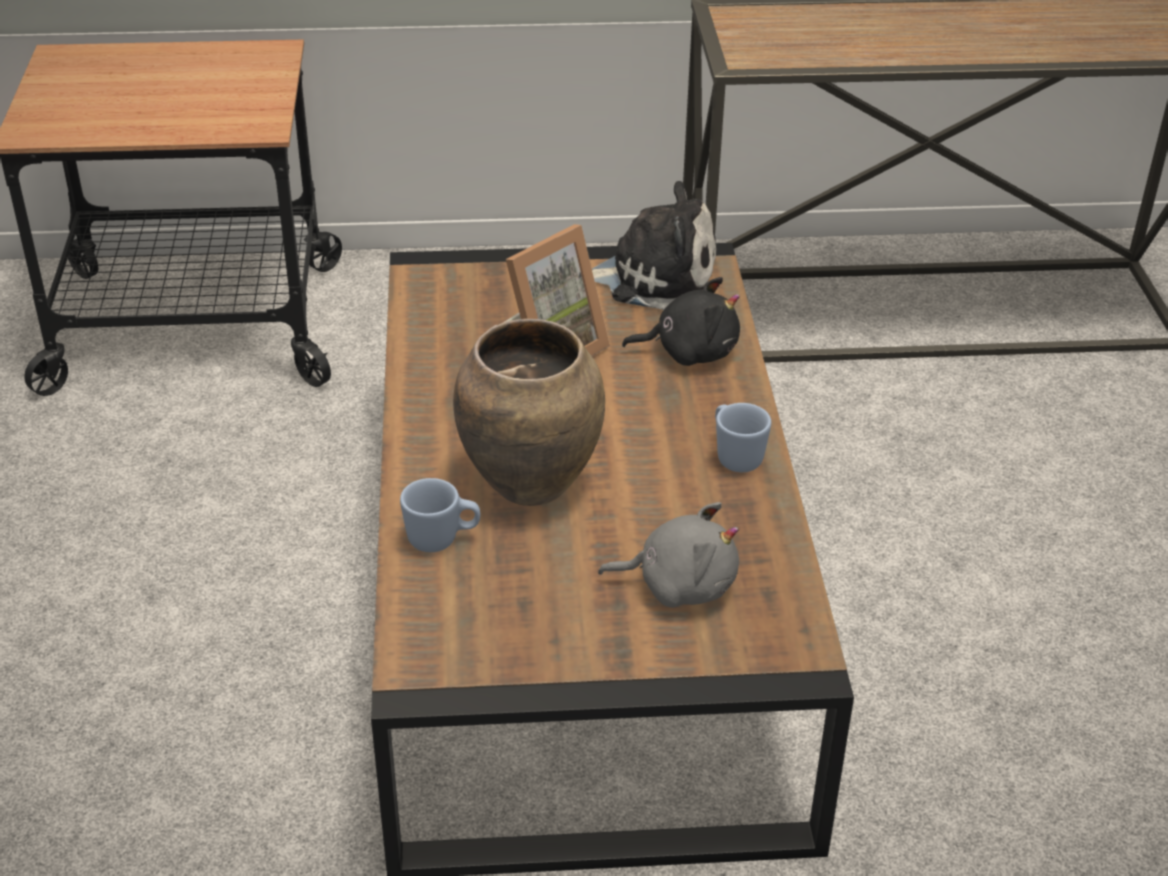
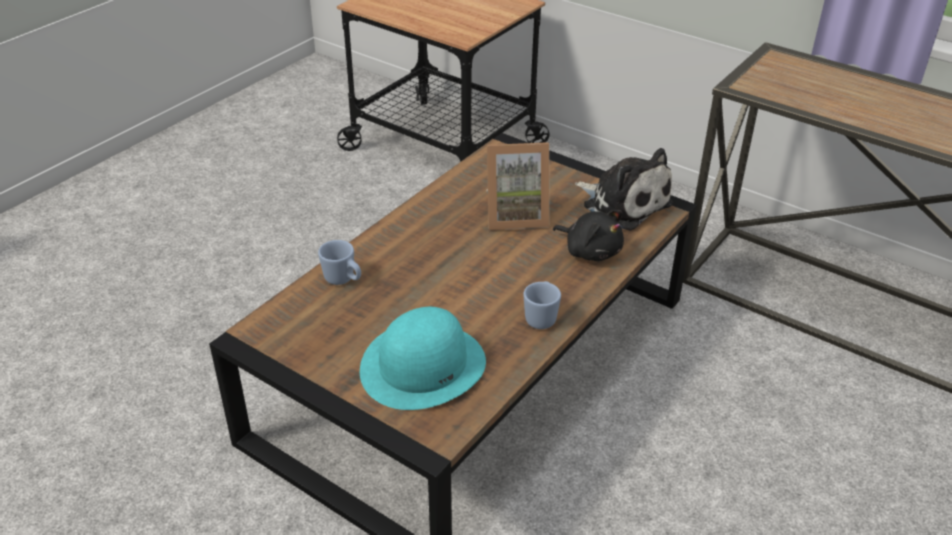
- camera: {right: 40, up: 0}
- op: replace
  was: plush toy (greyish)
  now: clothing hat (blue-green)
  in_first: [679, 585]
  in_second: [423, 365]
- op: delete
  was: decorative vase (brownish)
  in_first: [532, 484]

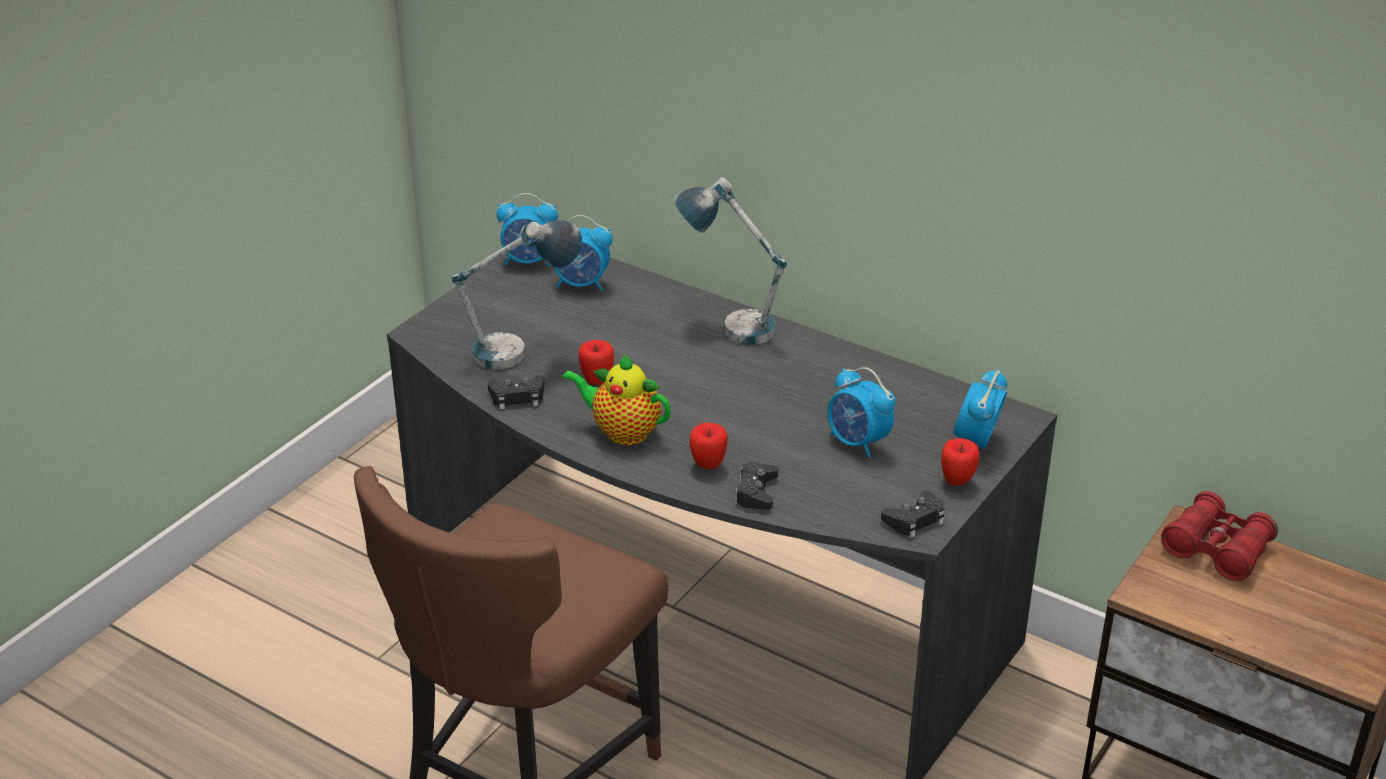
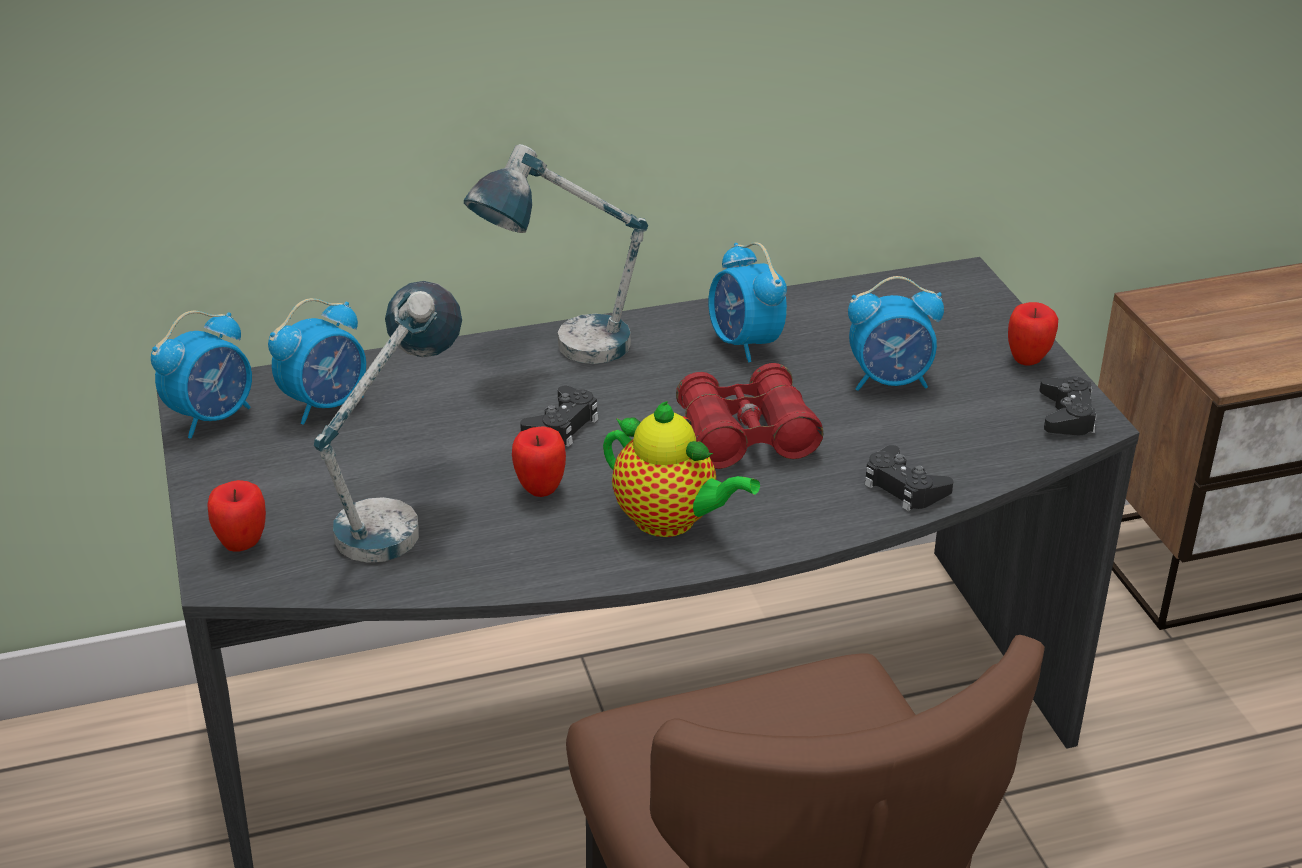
- camera: {right: -50, up: 0}
- op: move
  was: apple fruit
  in_first: [708, 465]
  in_second: [242, 545]
- op: move
  was: game controller (blackish)
  in_first: [517, 397]
  in_second: [562, 425]
- op: rotate
  was: tea pot
  in_first: [622, 432]
  in_second: [671, 521]
  clockwise: -120
- op: move
  was: pair of binoculars (red-coloured)
  in_first: [1217, 549]
  in_second: [746, 436]
- op: move
  was: bedside clock
  in_first: [976, 442]
  in_second: [745, 344]

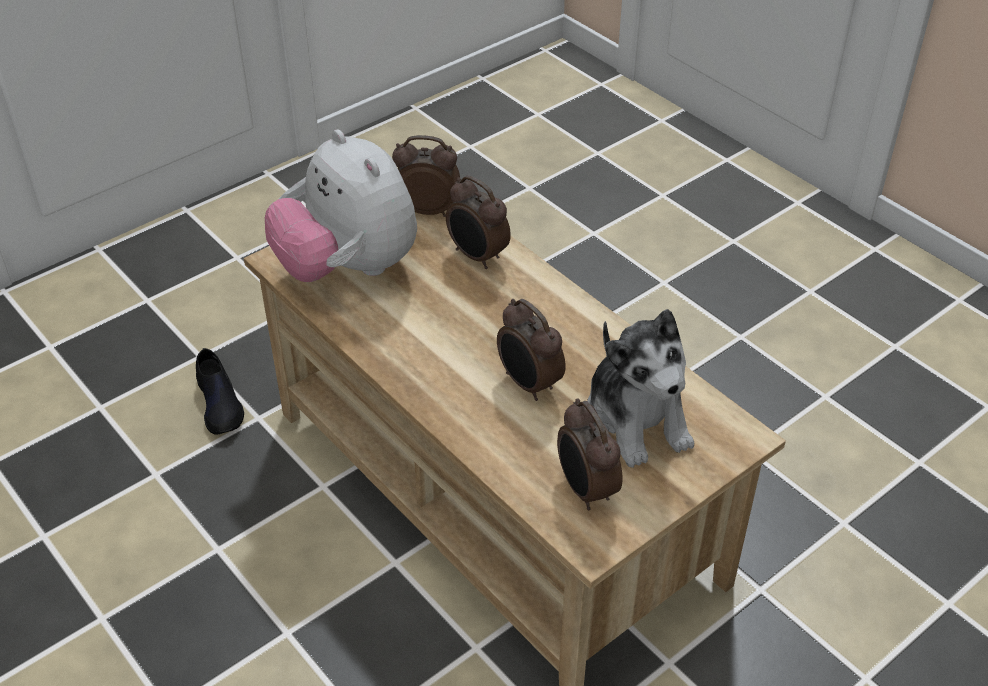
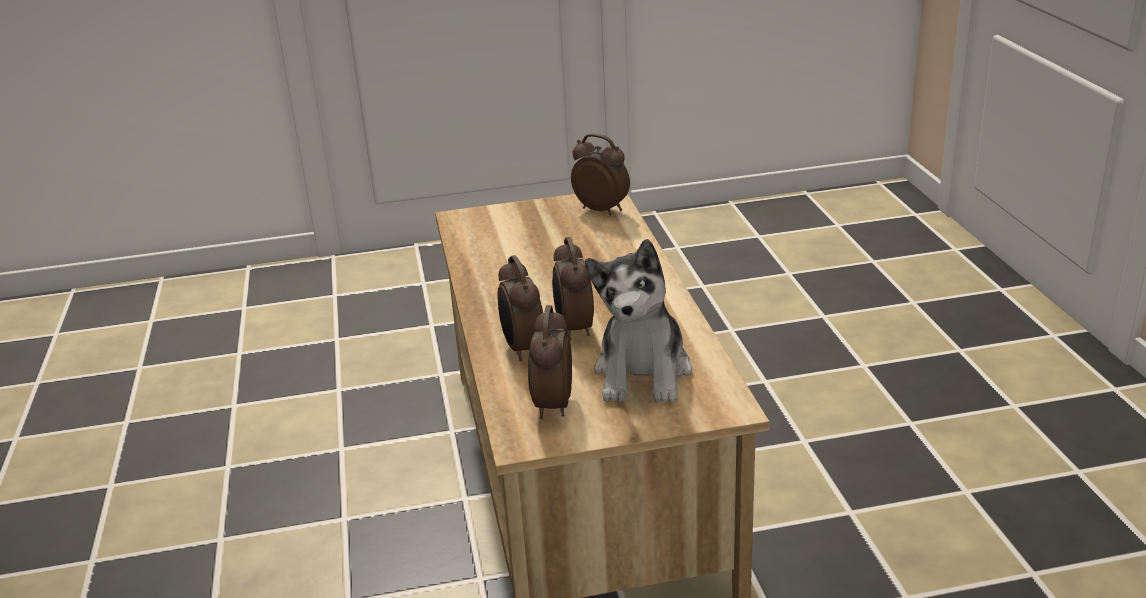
- camera: {right: 30, up: -15}
- op: move
  was: bedside clock
  in_first: [477, 256]
  in_second: [522, 349]
- op: delete
  was: item of footwear (blackish)
  in_first: [220, 404]
- op: delete
  was: plush toy
  in_first: [348, 268]

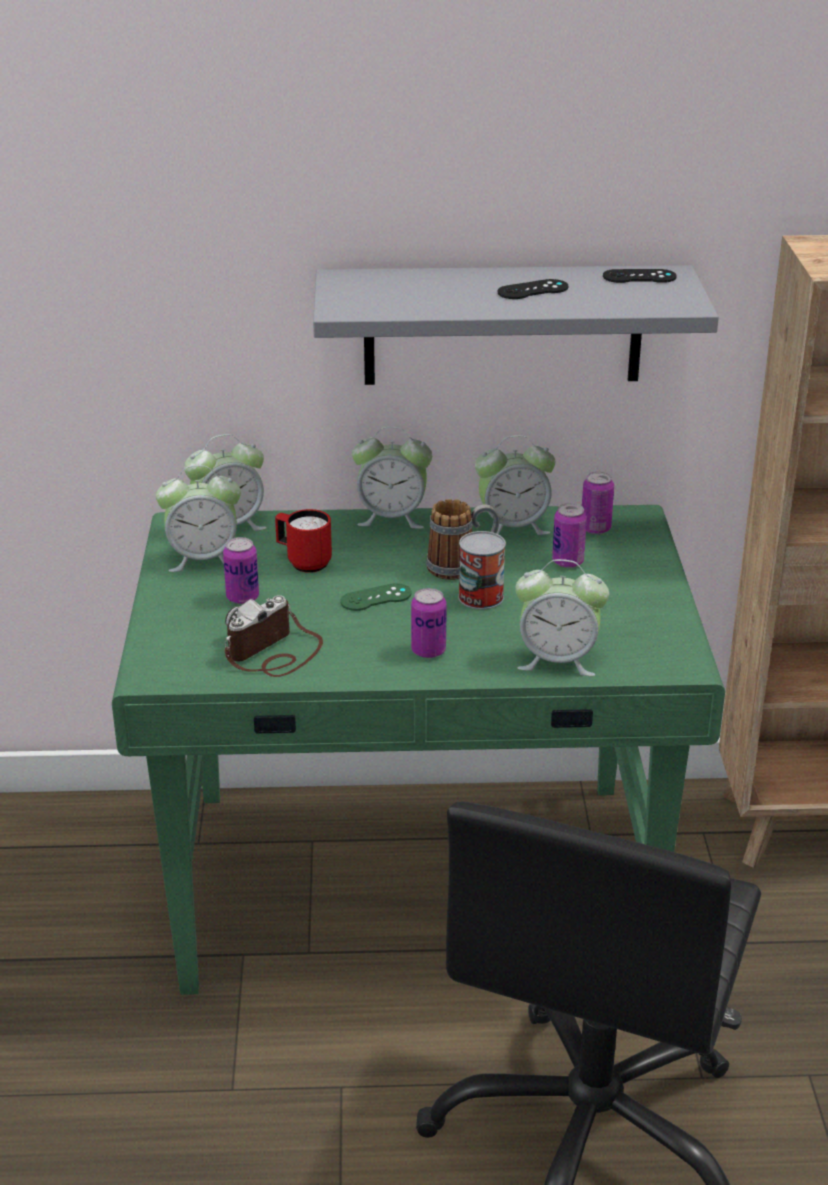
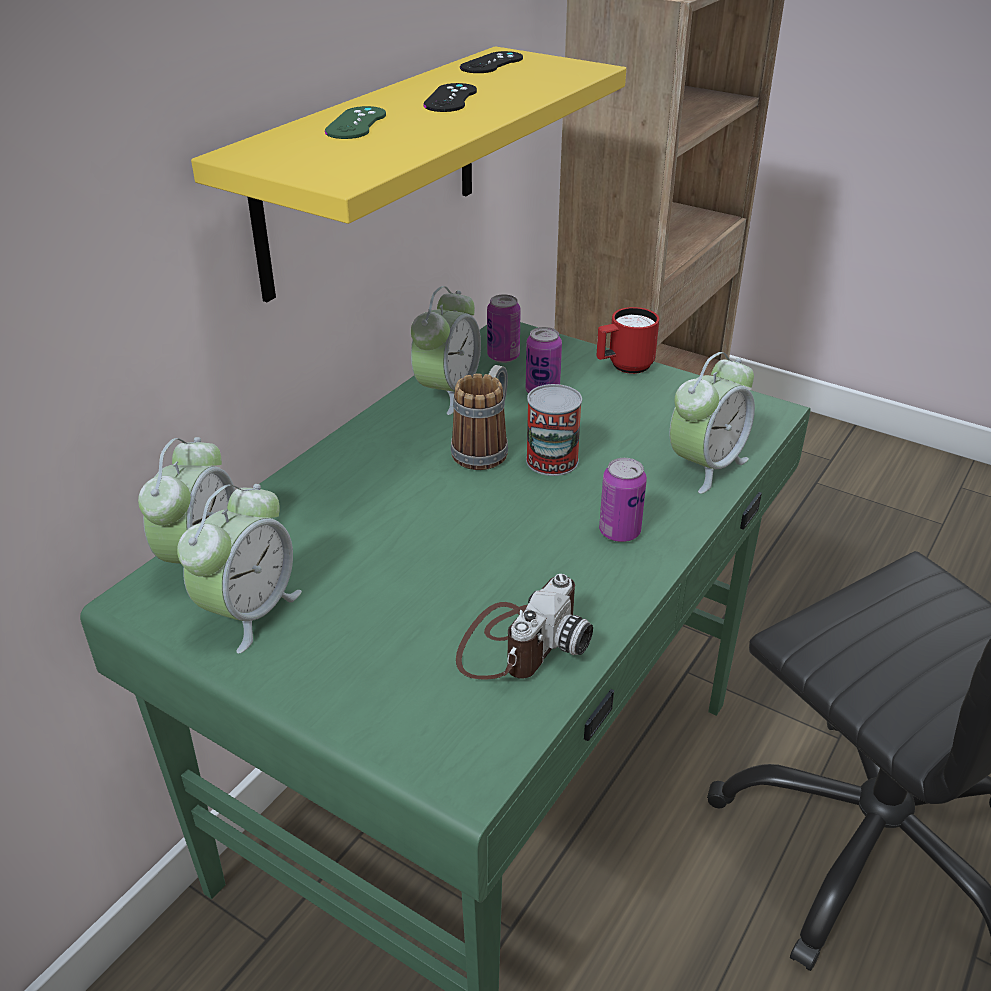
- camera: {right: -55, up: 5}
- op: recolor
  was: bracket shelf (greyish)
  now: bracket shelf (yellow-coloured)
  in_first: [503, 325]
  in_second: [371, 170]
- op: move
  was: game controller (greenish)
  in_first: [376, 598]
  in_second: [356, 123]
- op: rotate
  was: photo camera
  in_first: [273, 653]
  in_second: [519, 642]
  clockwise: -135
- op: move
  was: tea mug (red-coloured)
  in_first: [303, 562]
  in_second: [624, 367]
- op: delete
  was: metal can
  in_first: [242, 597]
- op: delete
  was: bedside clock
  in_first: [392, 518]

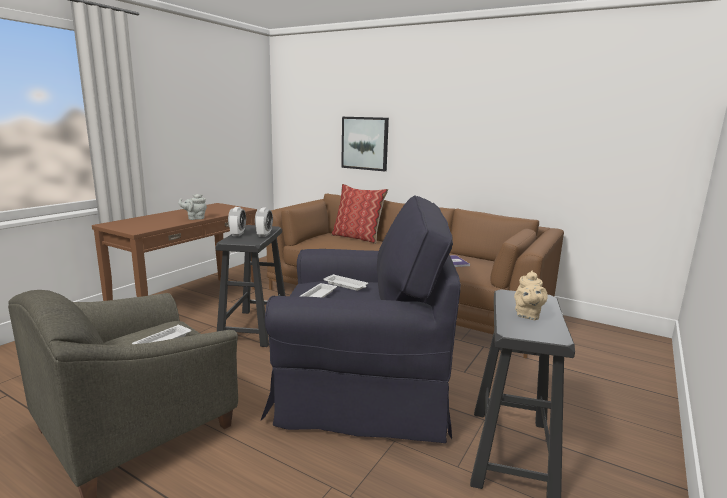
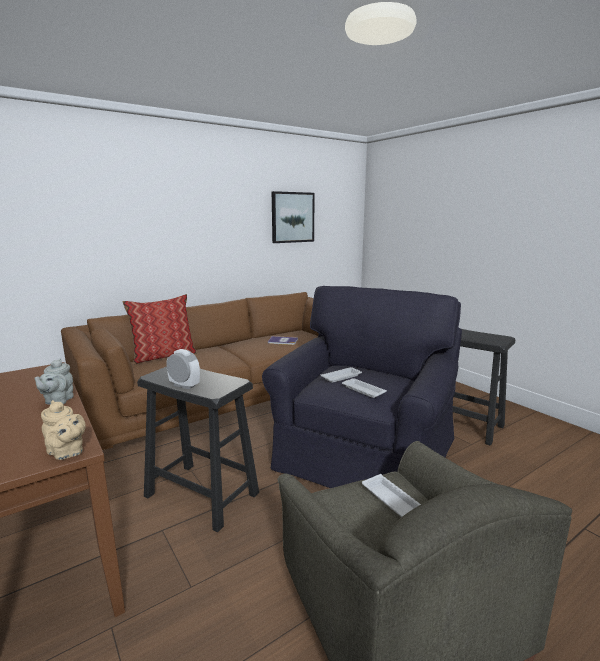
- camera: {right: -65, up: 0}
- op: move
  was: tea pot (sand-coloured)
  in_first: [527, 315]
  in_second: [67, 453]
- op: move
  was: picture
  in_first: [365, 143]
  in_second: [292, 217]
- op: delete
  was: bedside clock
  in_first: [264, 235]

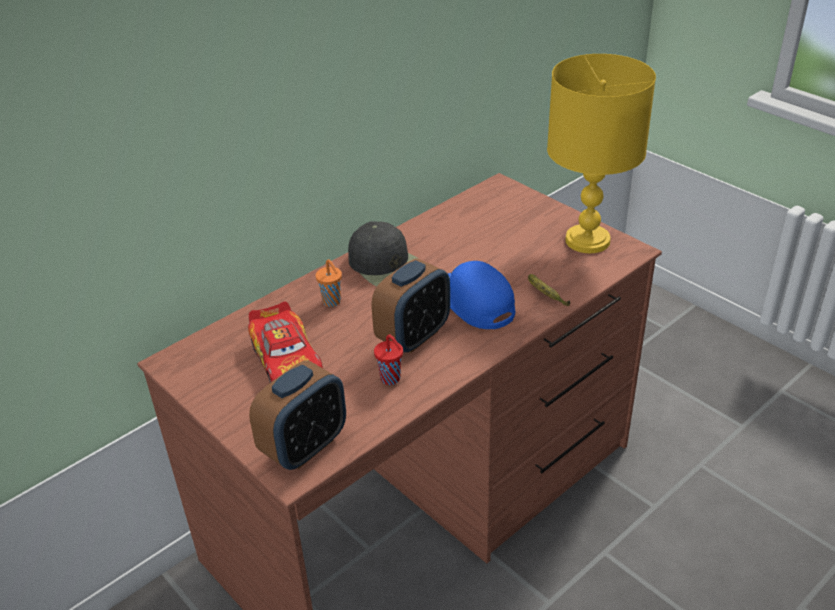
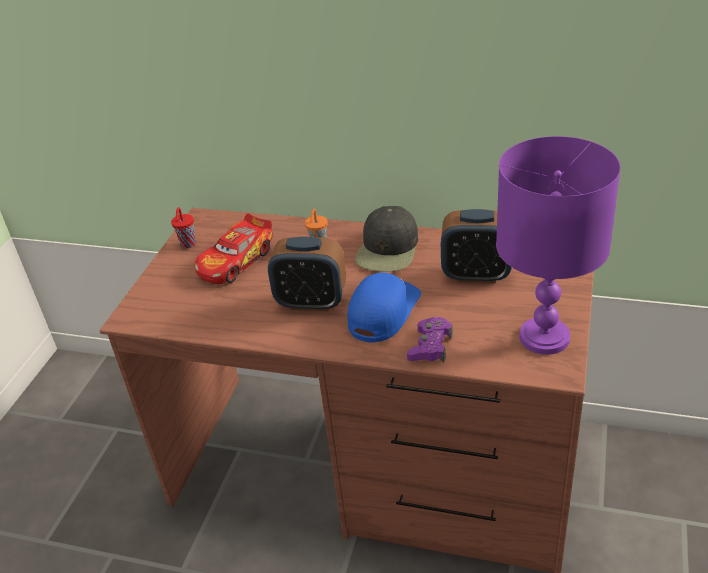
- camera: {right: 60, up: 0}
- op: move
  was: cup (red-coloured)
  in_first: [391, 379]
  in_second: [187, 245]
- op: replace
  was: banana fruit
  now: game controller (purple)
  in_first: [545, 295]
  in_second: [430, 346]
- op: move
  was: bedside clock
  in_first: [305, 447]
  in_second: [476, 274]
- op: recolor
  was: table lamp (yellow-coloured)
  now: table lamp (purple)
  in_first: [586, 240]
  in_second: [544, 336]

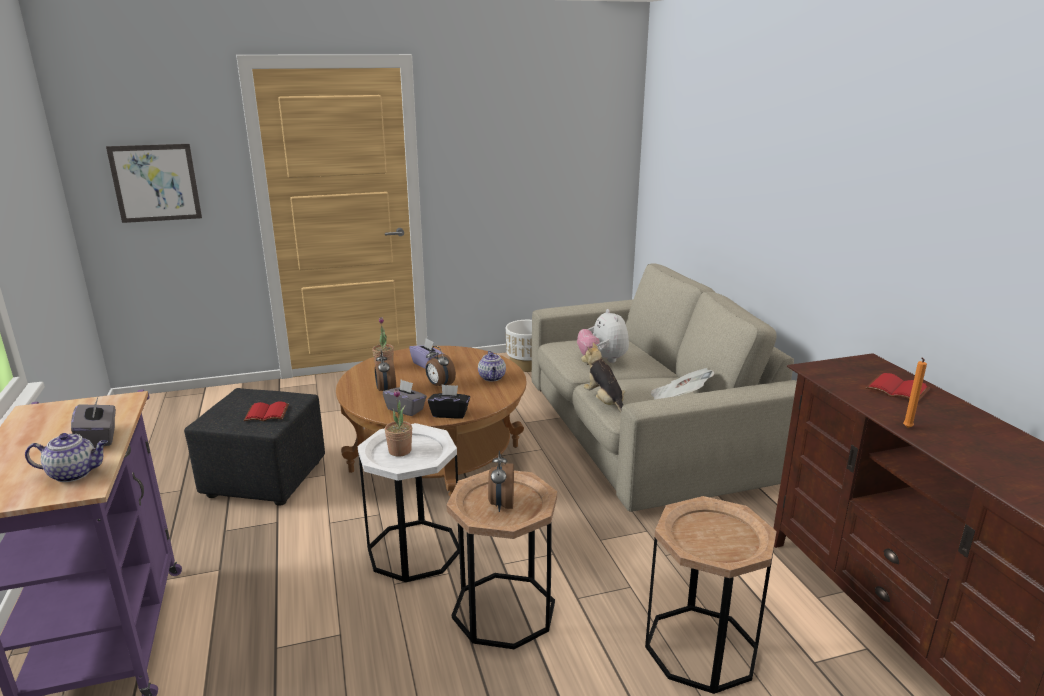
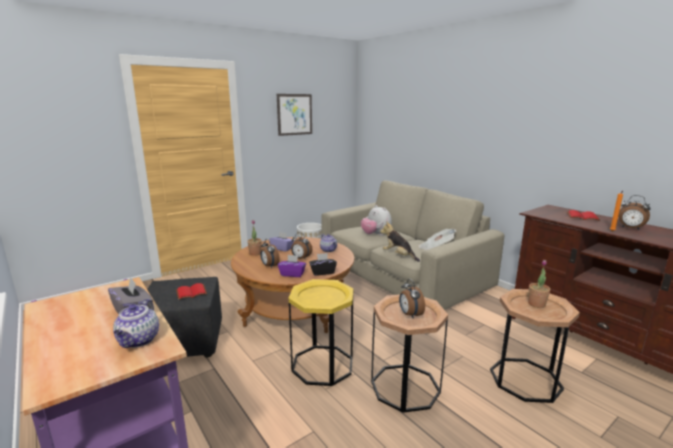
- camera: {right: -20, up: -5}
- op: rotate
  was: tea pot
  in_first: [75, 473]
  in_second: [139, 340]
  clockwise: 120
- op: move
  was: picture
  in_first: [155, 183]
  in_second: [294, 114]
- op: recolor
  was: box of tissues (greyish)
  now: box of tissues (purple)
  in_first: [406, 409]
  in_second: [292, 274]
- op: recolor
  was: side table (white)
  now: side table (yellow-coloured)
  in_first: [414, 550]
  in_second: [322, 365]
- op: move
  was: plant in a pot
  in_first: [400, 451]
  in_second: [536, 304]
- op: insert
  now: bedside clock
  in_second: [630, 228]

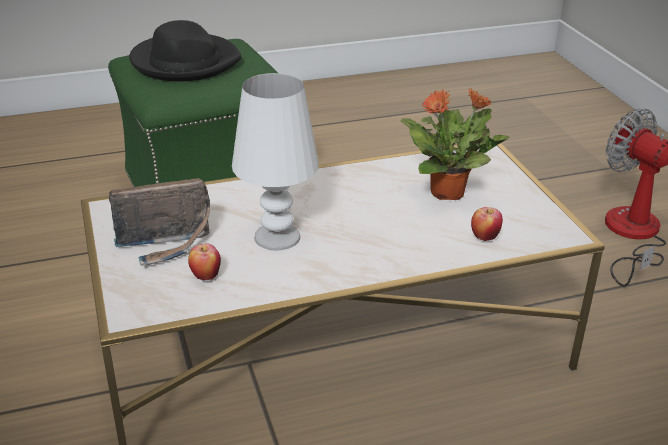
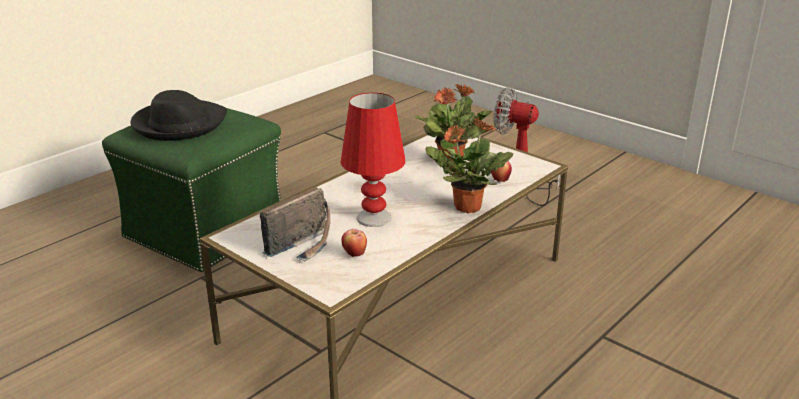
- camera: {right: -30, up: -5}
- op: recolor
  was: table lamp (white)
  now: table lamp (red-coloured)
  in_first: [278, 237]
  in_second: [374, 218]
- op: insert
  now: plant in a pot
  in_second: [466, 207]

